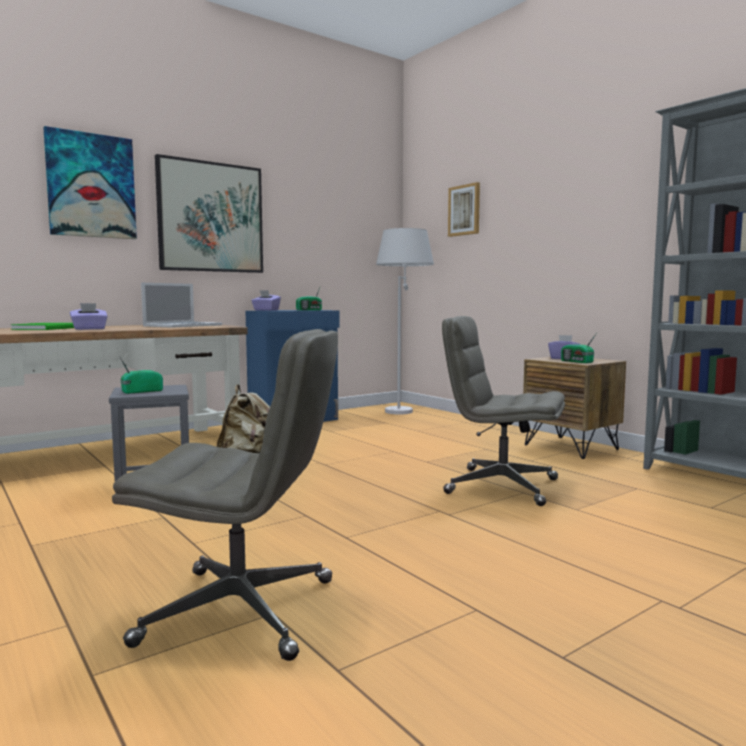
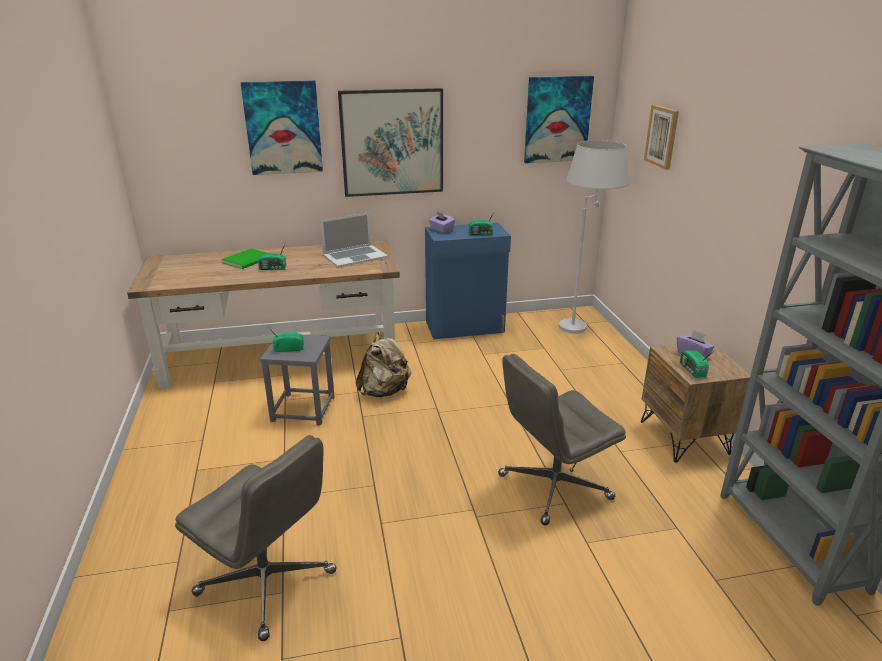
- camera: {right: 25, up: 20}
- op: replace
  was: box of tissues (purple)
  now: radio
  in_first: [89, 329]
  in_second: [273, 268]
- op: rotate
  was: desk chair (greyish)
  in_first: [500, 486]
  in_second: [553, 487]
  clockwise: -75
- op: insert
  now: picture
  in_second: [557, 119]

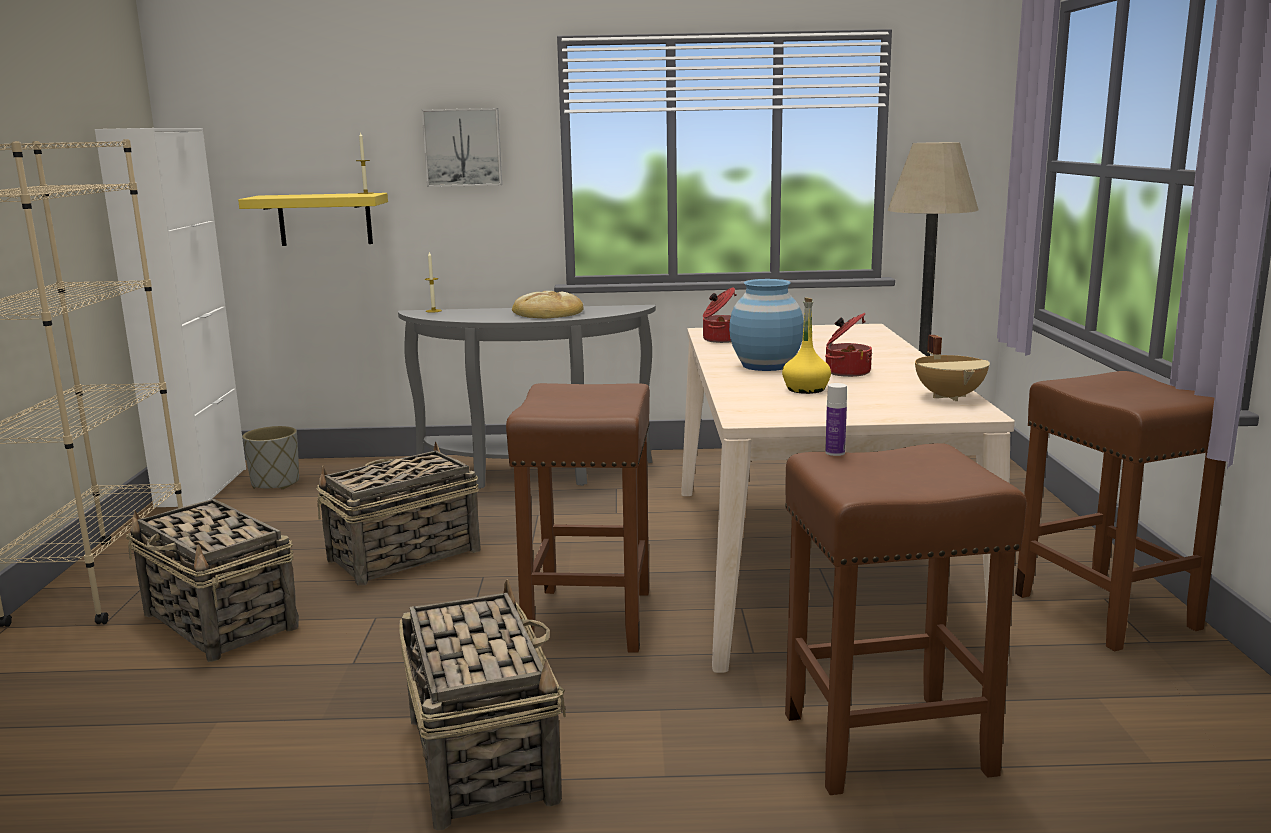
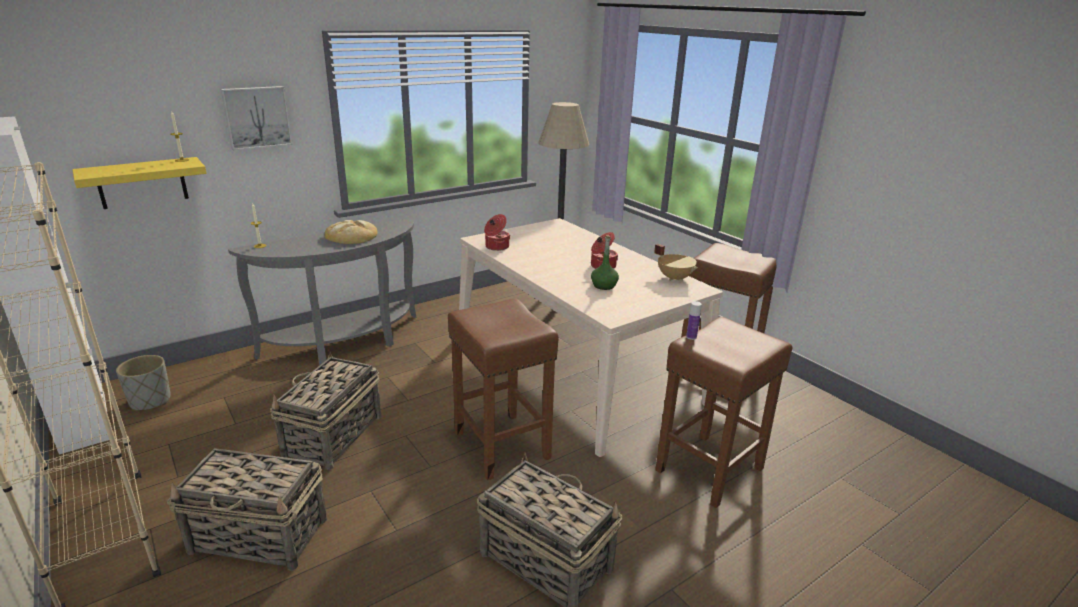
- camera: {right: -35, up: 10}
- op: recolor
  was: bottle (yellow-coloured)
  now: bottle (greenish)
  in_first: [806, 389]
  in_second: [604, 285]
- op: delete
  was: decorative vase (blue-coloured)
  in_first: [765, 365]

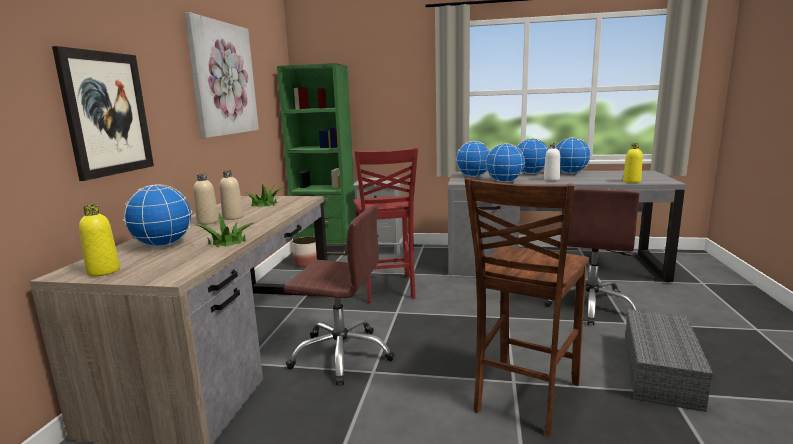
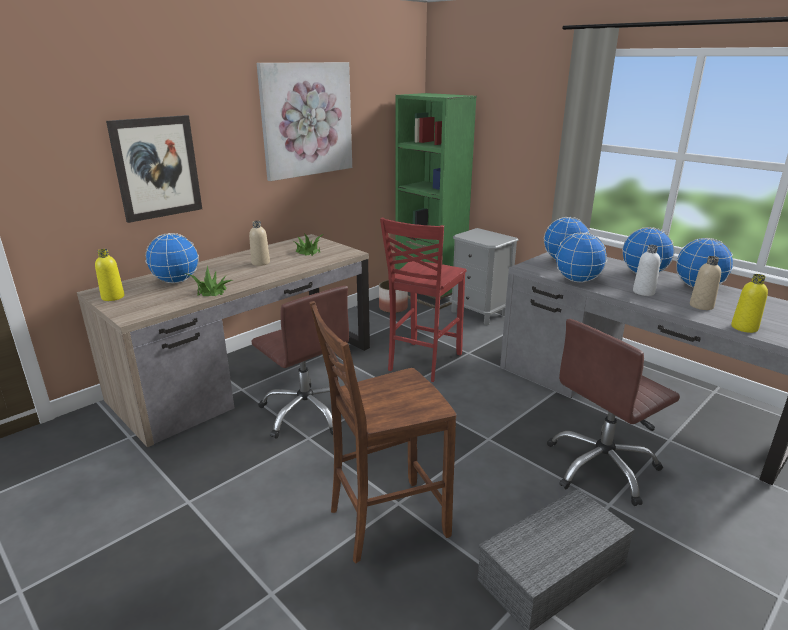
- camera: {right: 35, up: 10}
- op: move
  was: bottle (sand-coloured)
  in_first: [208, 222]
  in_second: [701, 306]

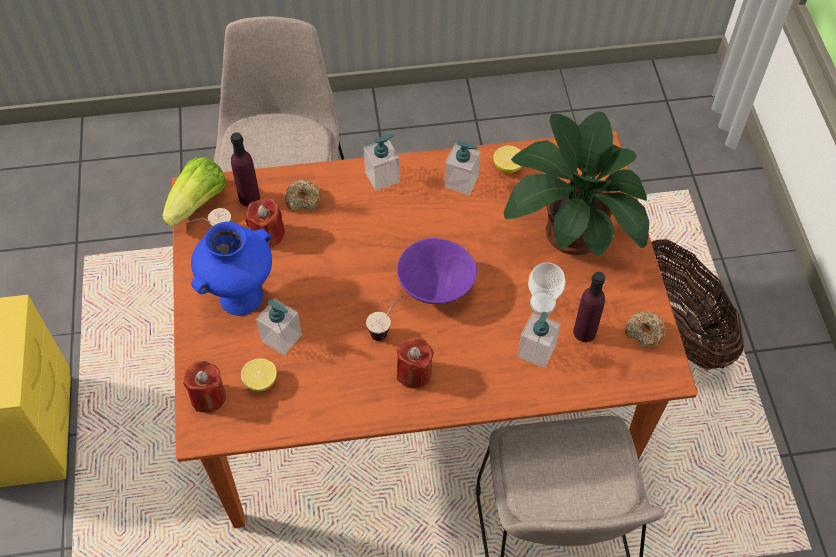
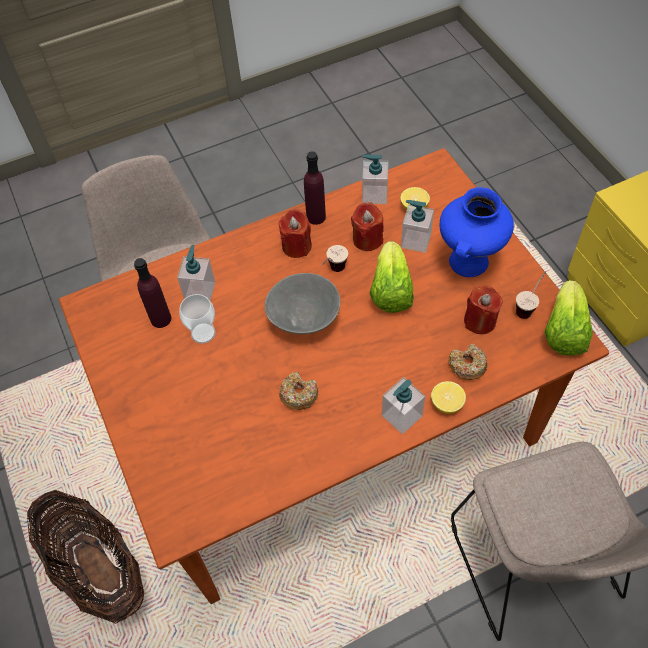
- camera: {right: 165, up: 0}
- op: recolor
  was: bowl (purple)
  now: bowl (greyish)
  in_first: [436, 287]
  in_second: [303, 319]
- op: move
  was: ring doughnut
  in_first: [644, 333]
  in_second: [298, 394]
- op: move
  was: bottle (purple)
  in_first: [249, 198]
  in_second: [316, 217]
- op: move
  was: candle (red-coloured)
  in_first: [208, 397]
  in_second: [367, 239]
- op: move
  was: liquid soap bottle
  in_first: [461, 182]
  in_second: [374, 195]
- op: insert
  now: head of lettuce
  in_second: [391, 290]
- op: move
  was: whole lemon
  in_first: [507, 167]
  in_second: [447, 403]
- op: delete
  was: plant in a pot
  in_first: [570, 228]

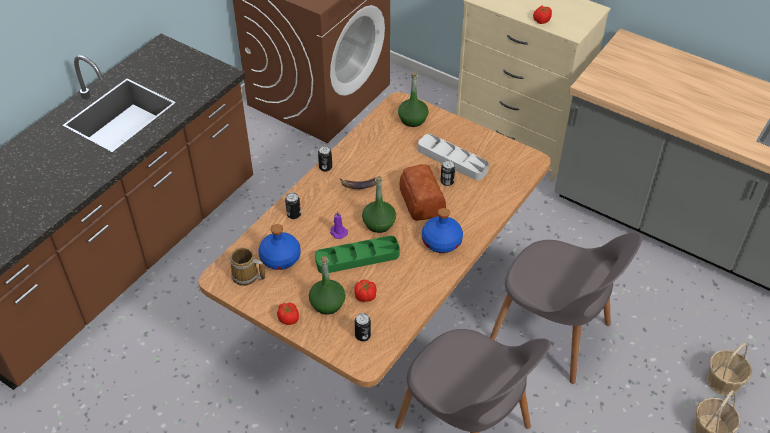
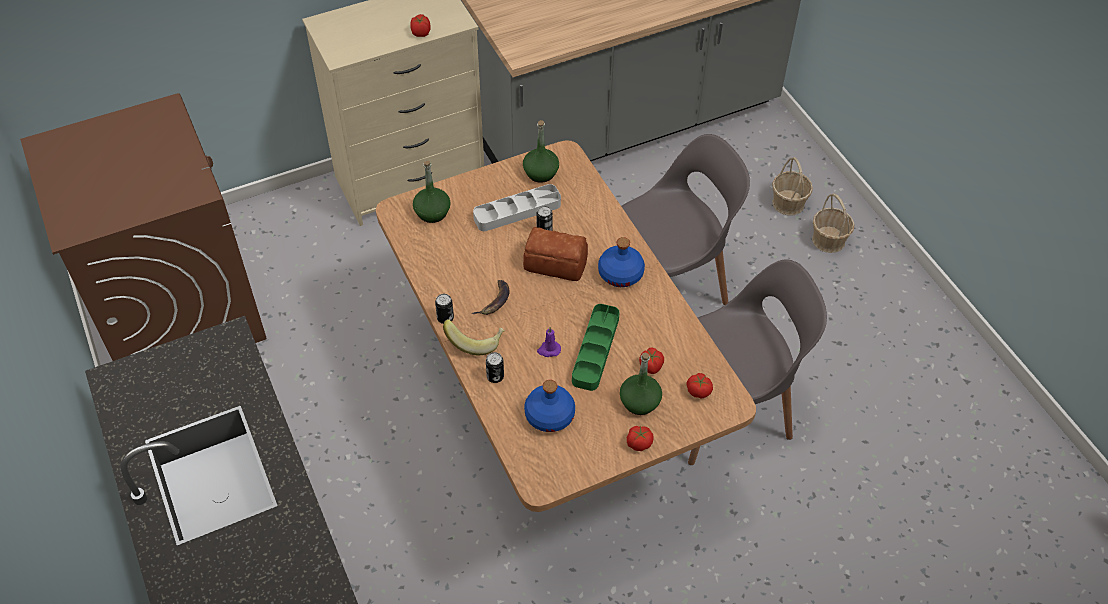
- camera: {right: -60, up: 5}
- op: insert
  now: banana fruit
  in_second: [475, 341]
- op: move
  was: bottle (greenish)
  in_first: [379, 224]
  in_second: [541, 173]
- op: replace
  was: metal can
  now: tomato
  in_first: [363, 335]
  in_second: [698, 391]
- op: delete
  was: tea mug
  in_first: [246, 276]

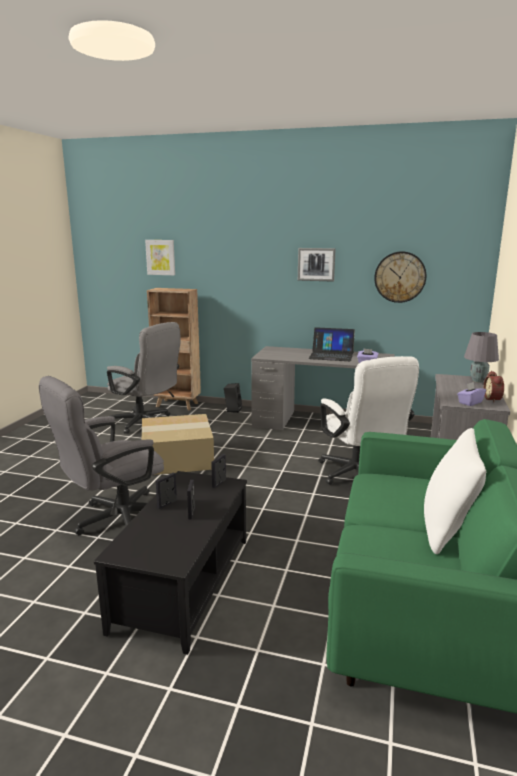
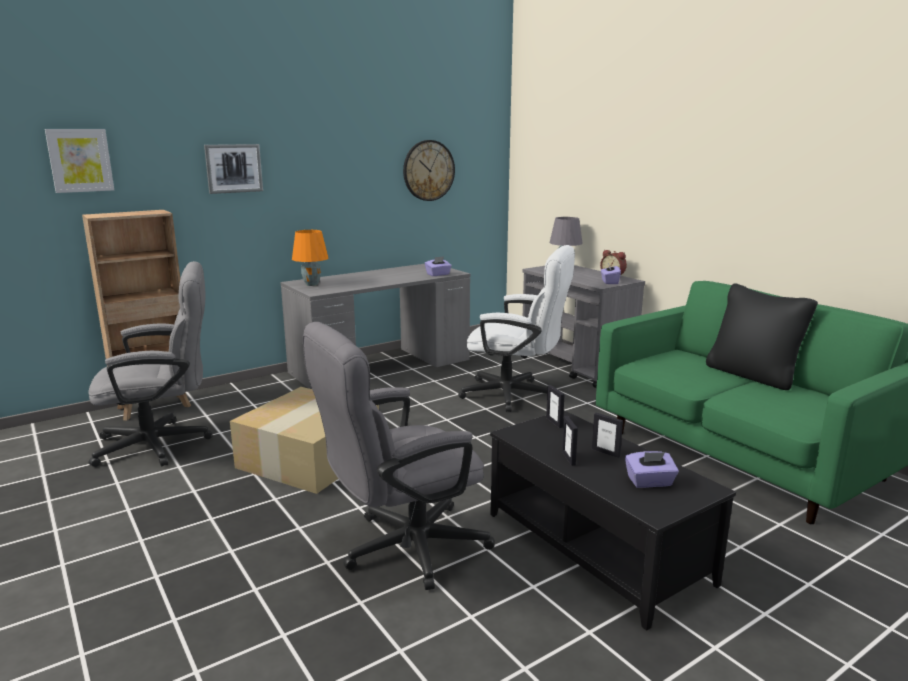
- camera: {right: -50, up: 0}
- op: move
  was: picture
  in_first: [316, 264]
  in_second: [233, 168]
- op: insert
  now: table lamp (orangey)
  in_second: [312, 284]
- op: rotate
  was: desk chair (greyish)
  in_first: [114, 520]
  in_second: [402, 549]
  clockwise: 60
- op: insert
  now: box of tissues (purple)
  in_second: [650, 482]
- op: recolor
  was: cushion (white)
  now: cushion (blackish)
  in_first: [447, 529]
  in_second: [752, 375]
- op: delete
  was: speaker (blackish)
  in_first: [233, 409]
- op: delete
  was: laptop
  in_first: [331, 355]

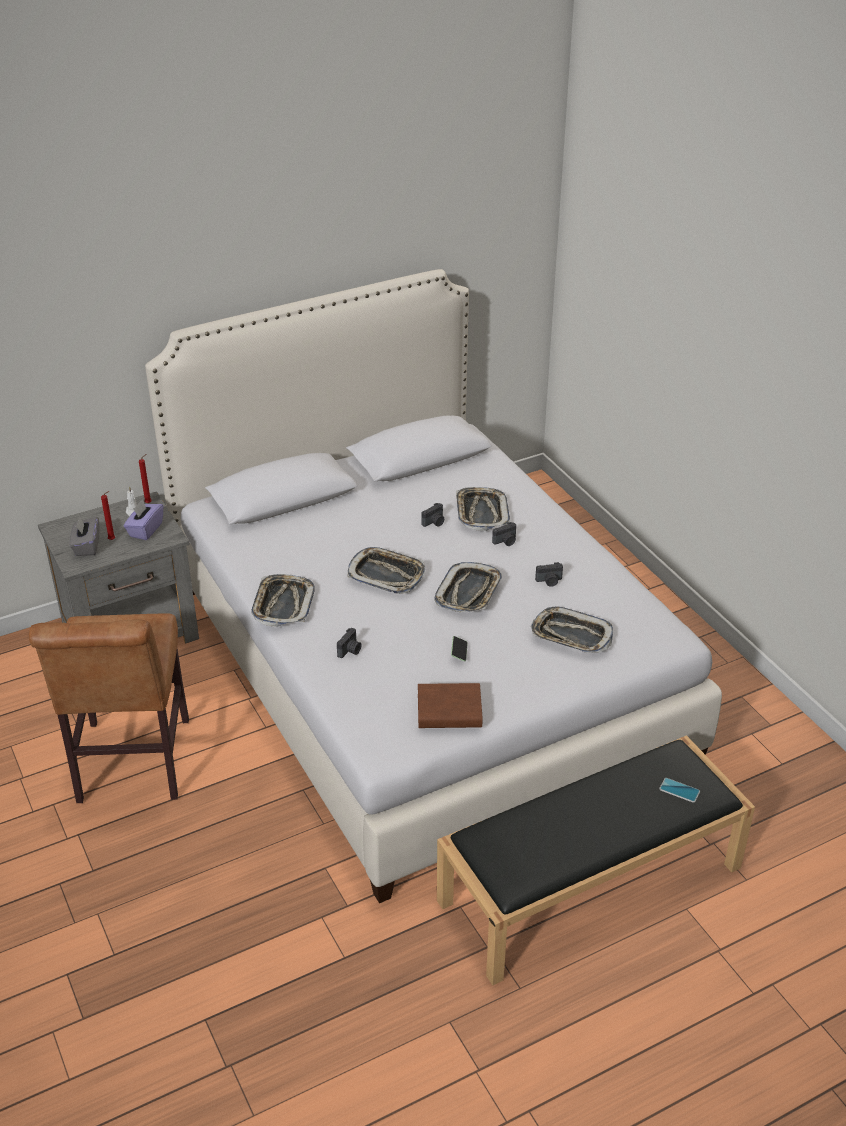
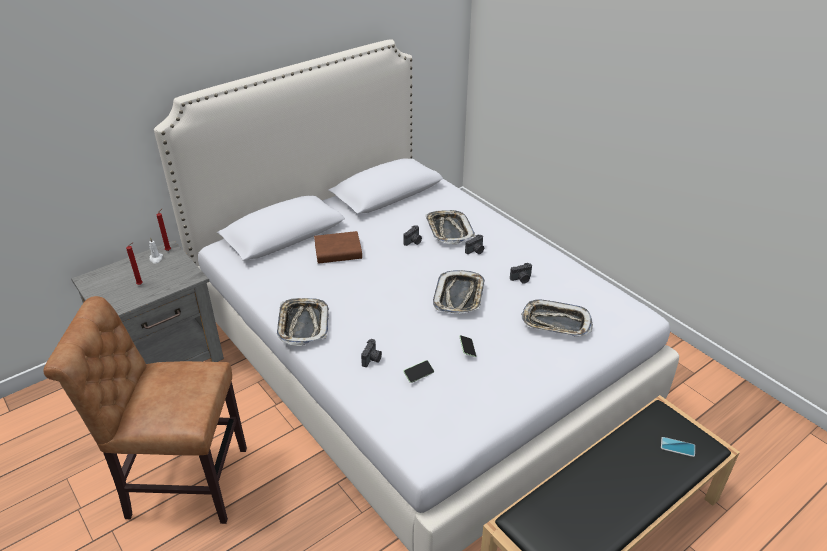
- camera: {right: -10, up: 0}
- op: rotate
  was: chair (brownish)
  in_first: [132, 766]
  in_second: [181, 482]
  clockwise: 105
- op: move
  was: volume (brownish)
  in_first: [449, 711]
  in_second: [338, 252]
- op: insert
  now: handset
  in_second: [418, 374]
- op: delete
  was: box of tissues (greyish)
  in_first: [87, 546]
- op: delete
  was: box of tissues (purple)
  in_first: [145, 530]
- op: delete
  was: serving tray
  in_first: [386, 575]

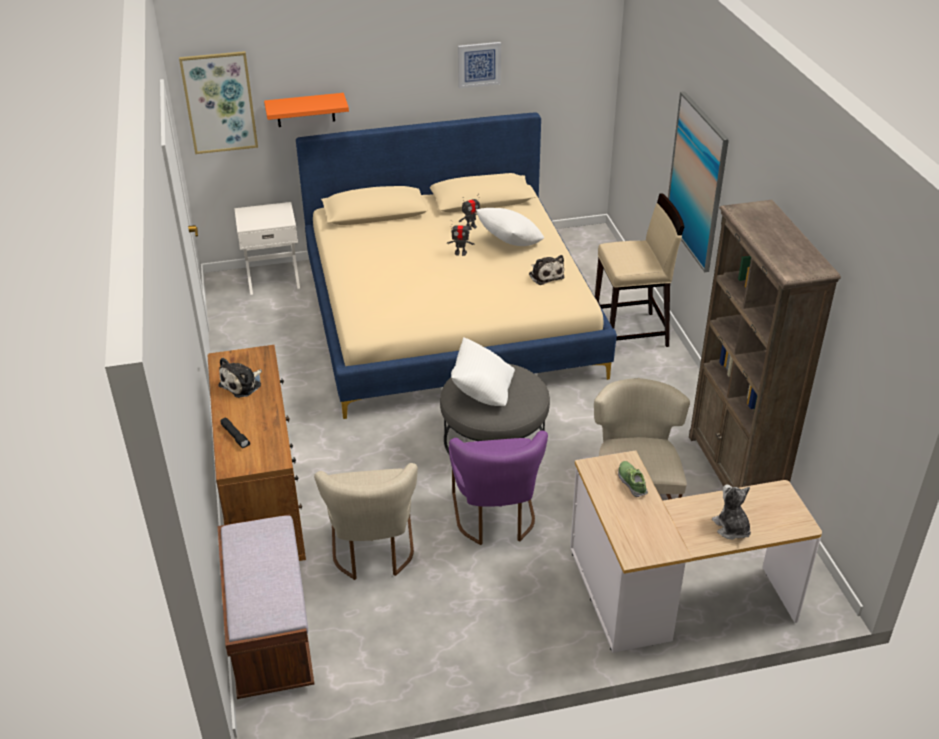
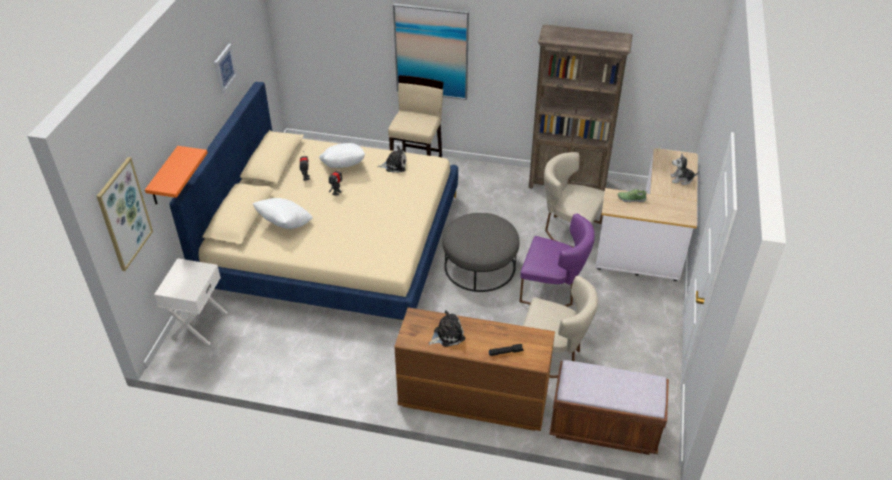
- camera: {right: -65, up: 5}
- op: move
  was: cushion (white)
  in_first: [482, 392]
  in_second: [285, 225]
- op: rotate
  was: plush toy
  in_first: [242, 384]
  in_second: [447, 335]
  clockwise: -90

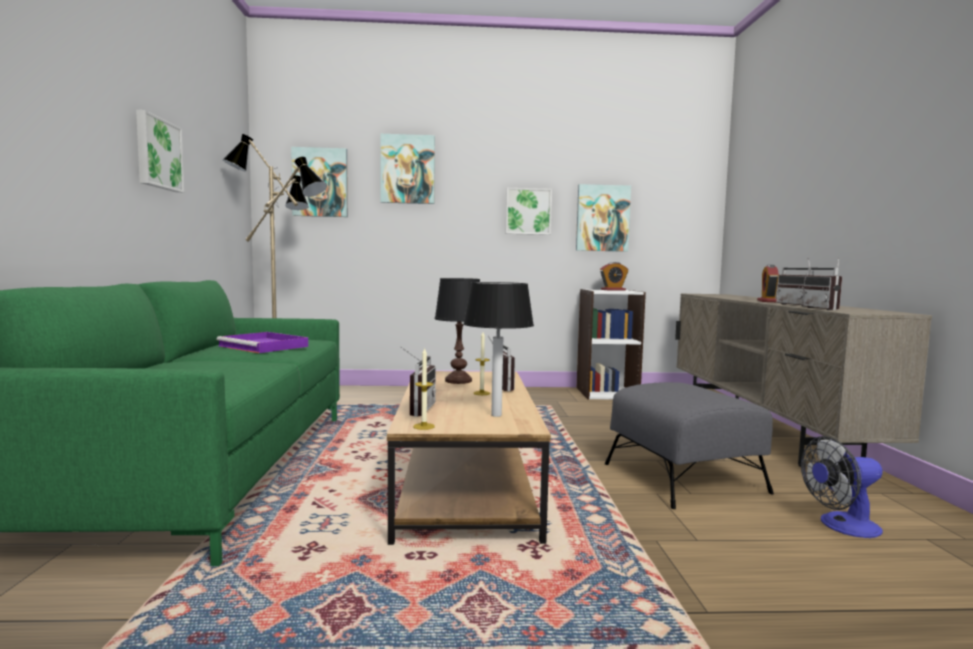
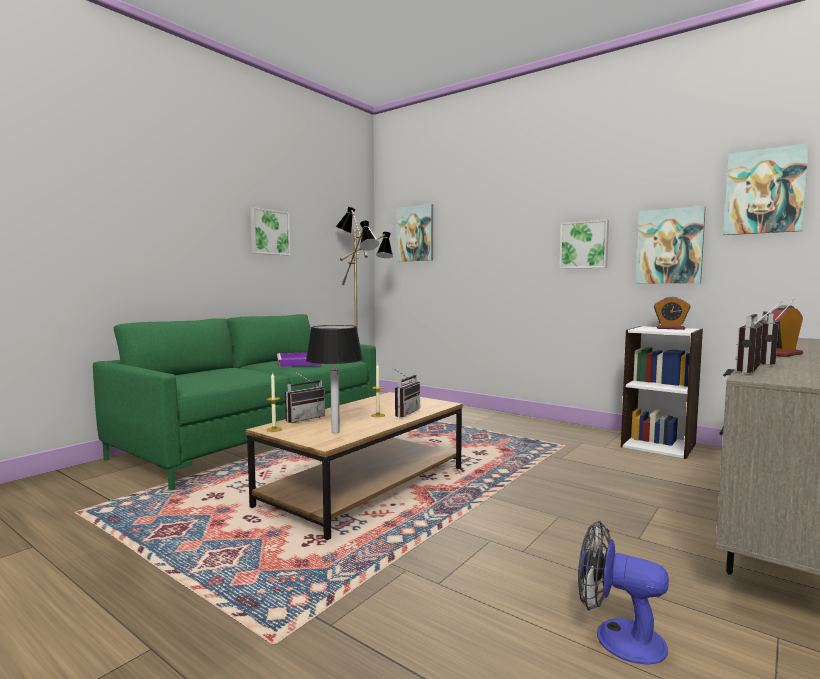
- camera: {right: 40, up: 0}
- op: move
  was: picture
  in_first: [407, 169]
  in_second: [764, 191]
- op: delete
  was: table lamp (blackish)
  in_first: [458, 381]
- op: delete
  was: pouffe (greyish)
  in_first: [683, 478]

